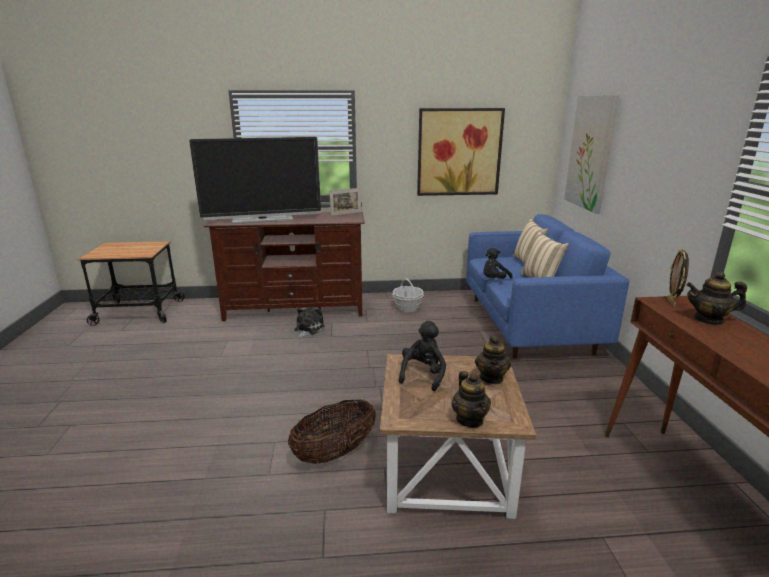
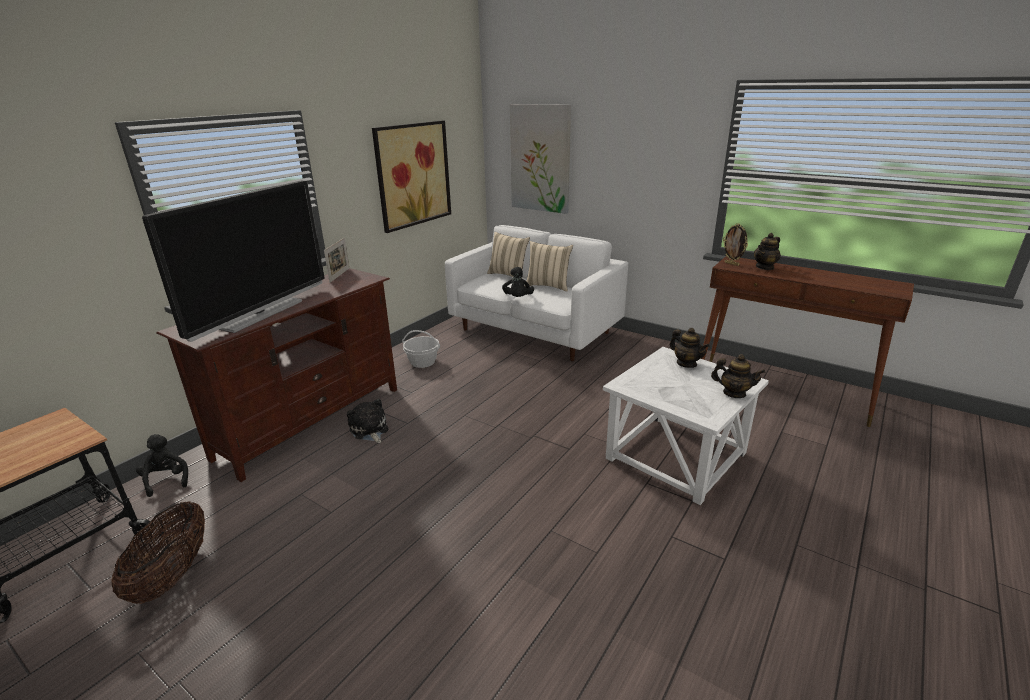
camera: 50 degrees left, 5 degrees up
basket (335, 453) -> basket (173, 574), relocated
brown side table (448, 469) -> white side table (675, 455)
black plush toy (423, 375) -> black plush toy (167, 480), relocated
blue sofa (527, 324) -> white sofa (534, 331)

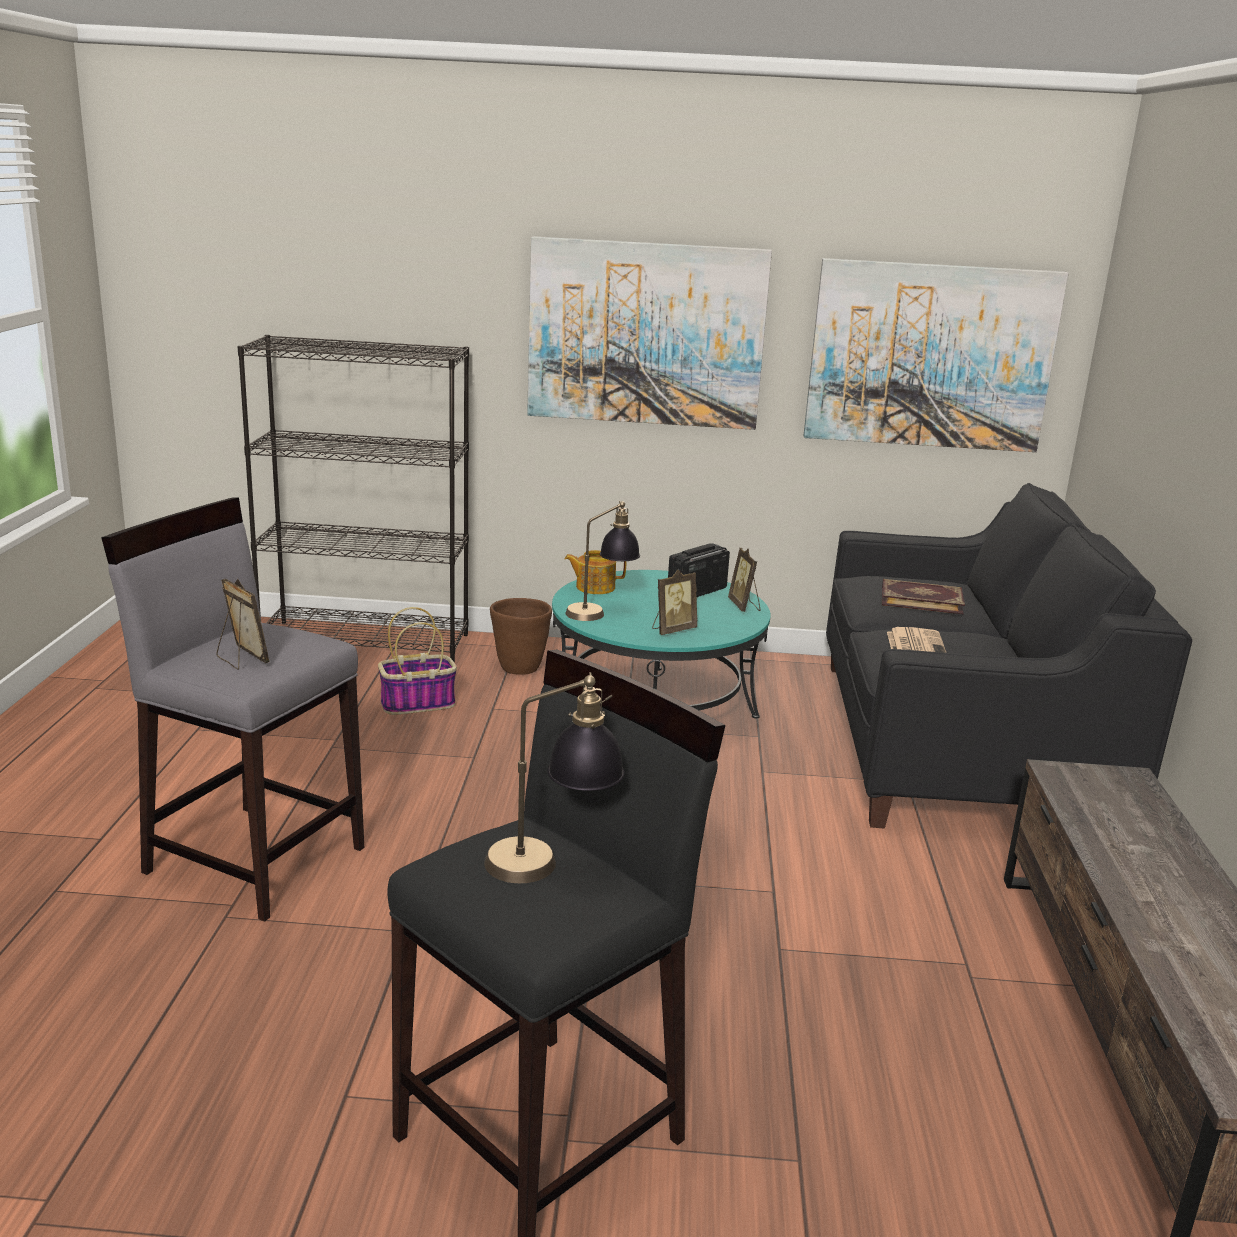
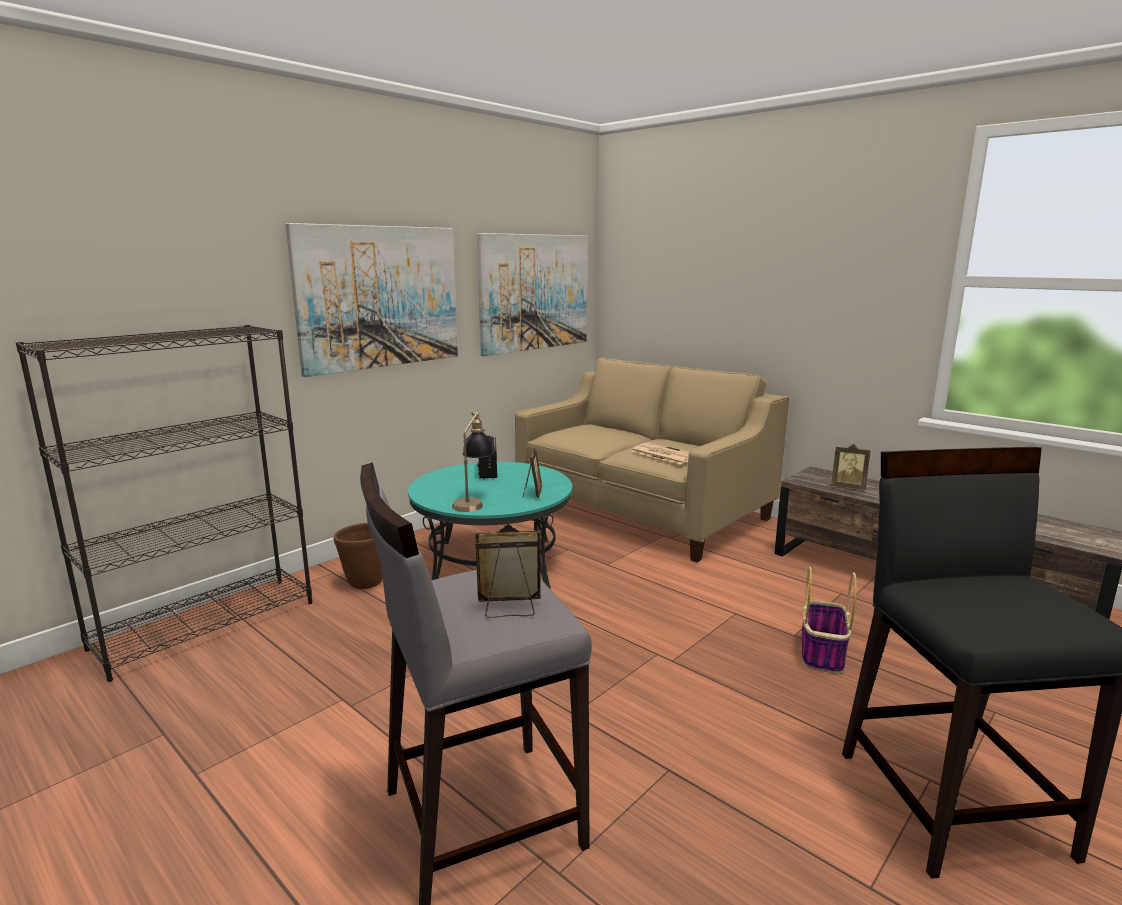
camera: 50 degrees left, 5 degrees down
basket (418, 703) -> basket (822, 653), relocated
table lamp (551, 866) -> none
teapot (594, 587) -> none
picture frame (744, 606) -> picture frame (848, 487), relocated
black sofa (957, 745) -> beige sofa (642, 511)
book (921, 599) -> none

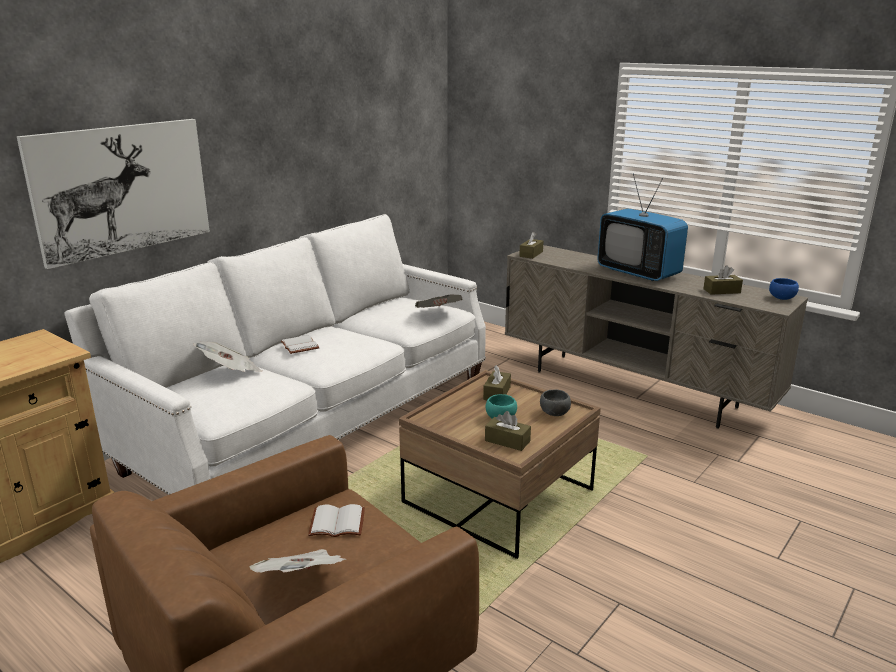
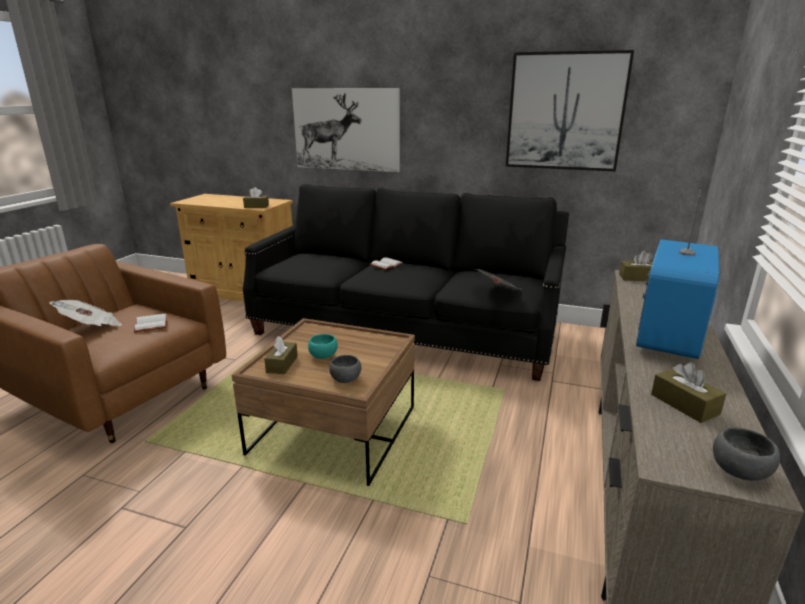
camera: 70 degrees right, 0 degrees up
white sofa (313, 418) -> black sofa (406, 329)
newspaper (230, 372) -> none
brown tissue box (497, 393) -> brown tissue box (256, 206), relocated
blue bowl (781, 298) -> grey bowl (740, 471)
none -> picture (565, 112)

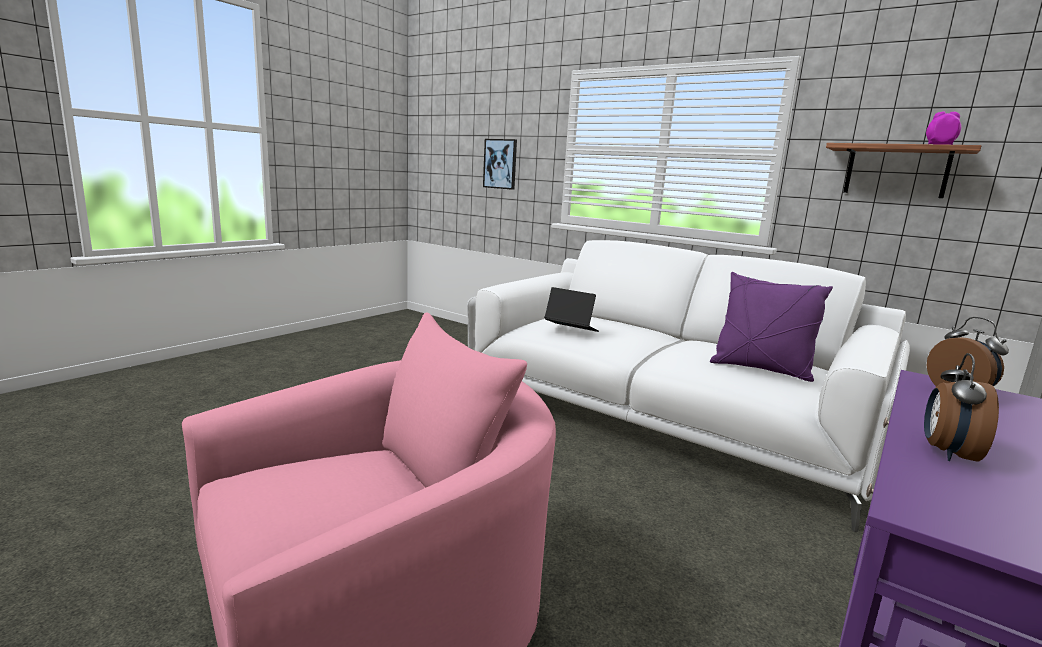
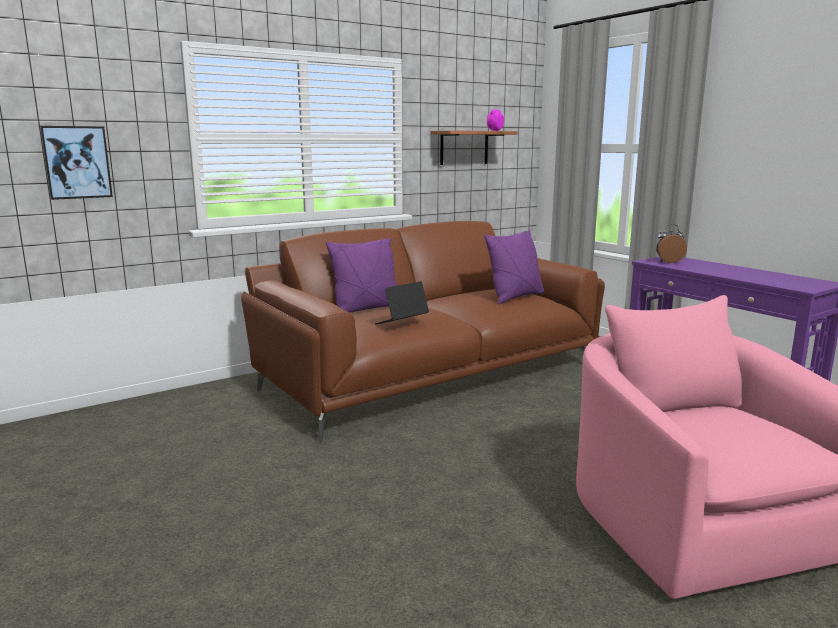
camera: 70 degrees left, 0 degrees up
white sofa (663, 420) -> brown sofa (430, 375)
alarm clock (947, 453) -> none
none -> purple pillow (366, 309)

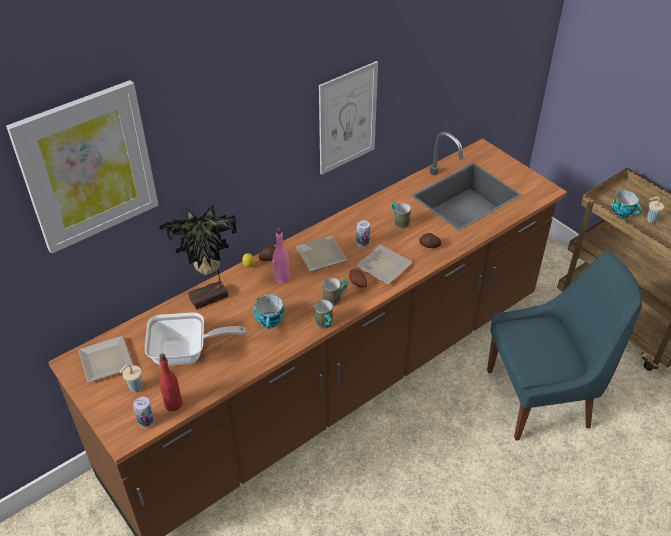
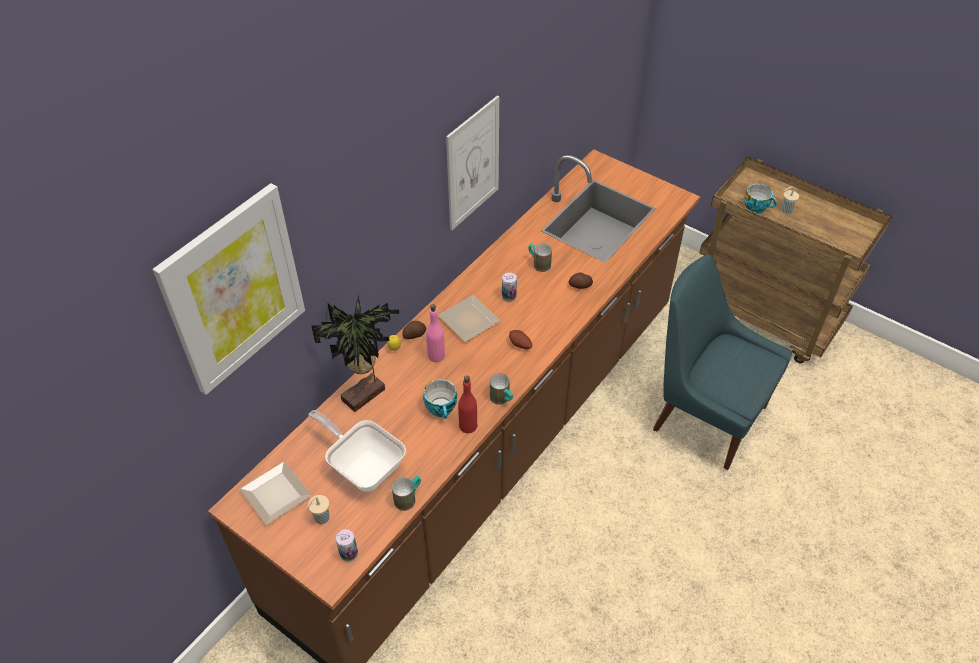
camera: 15 degrees left, 5 degrees up
frying pan (186, 353) -> frying pan (363, 465), 120 degrees counterclockwise
red bottle (173, 404) -> red bottle (468, 425), relocated
mug (335, 298) -> mug (408, 498), relocated
plate (384, 268) -> none
blue chair (542, 398) -> blue chair (705, 415), 120 degrees counterclockwise

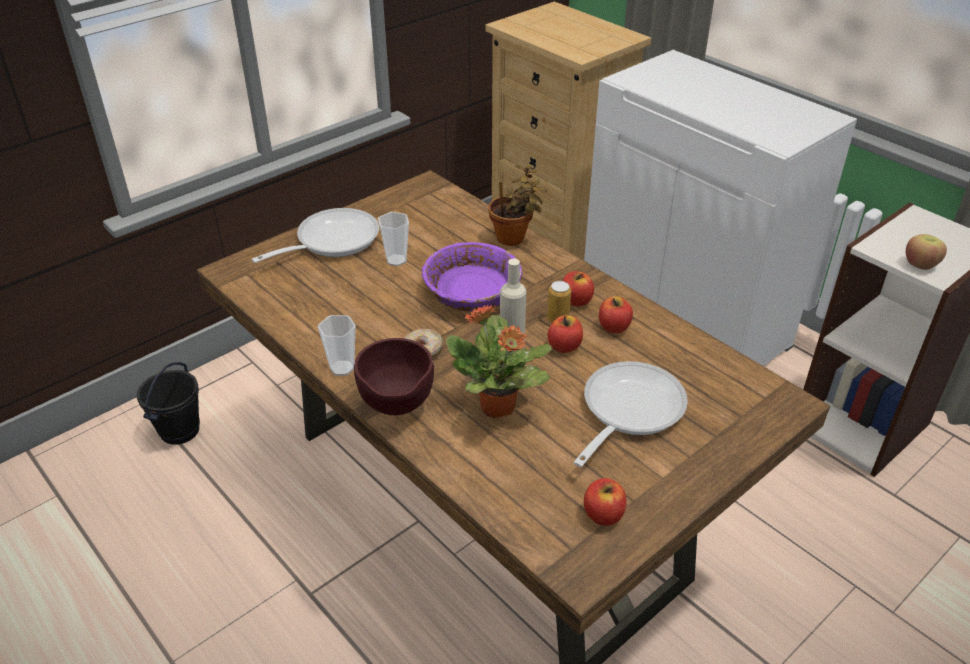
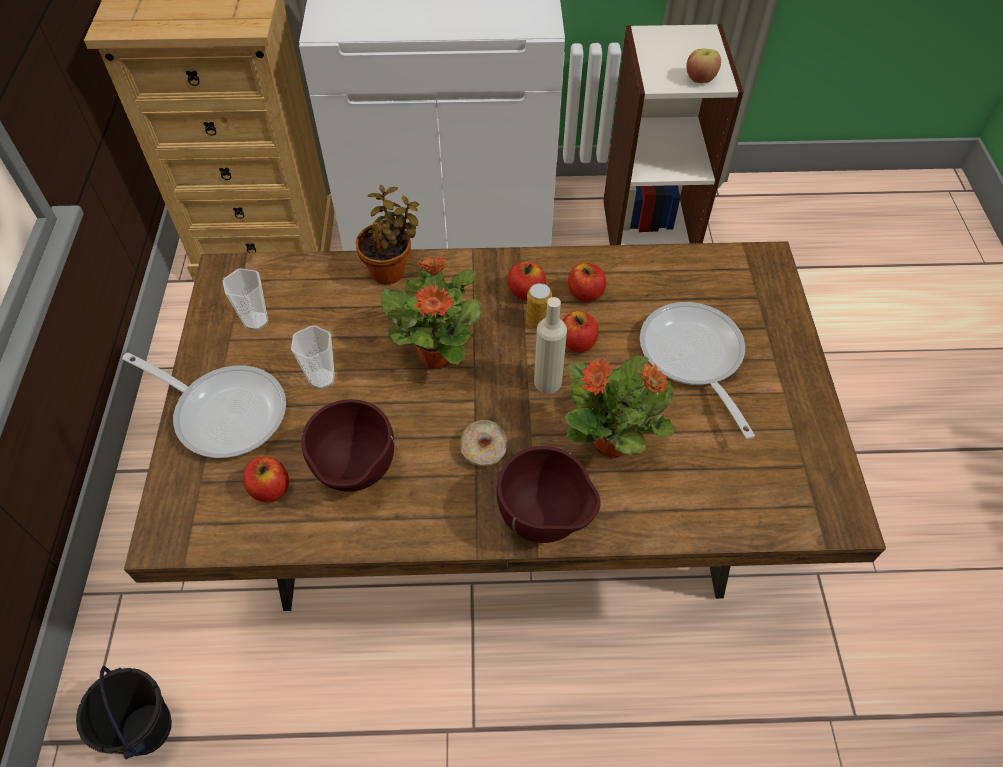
camera: 50 degrees left, 15 degrees up
frying pan (331, 241) -> frying pan (224, 412), 120 degrees clockwise
cup (342, 368) -> cup (256, 321), relocated
purple bowl (472, 292) -> potted plant (437, 354)
apple (603, 514) -> apple (270, 489), relocated
none -> brown bowl (355, 475)

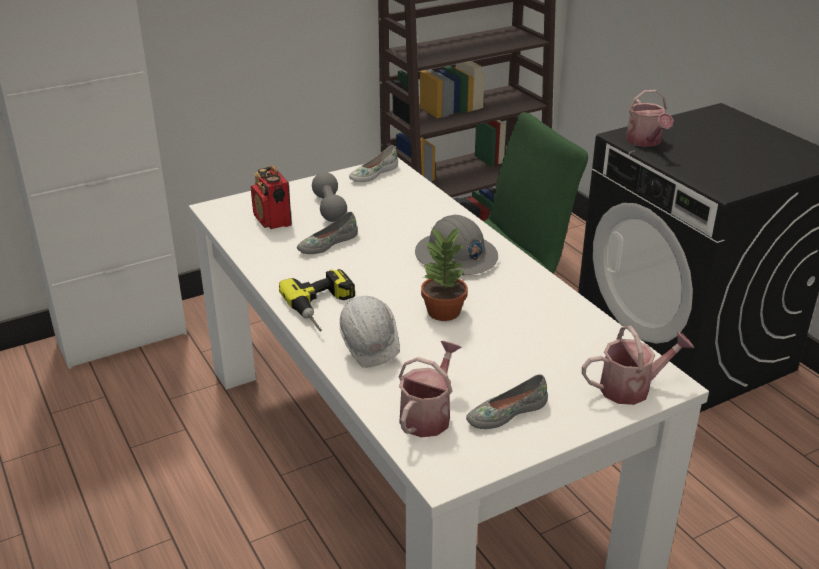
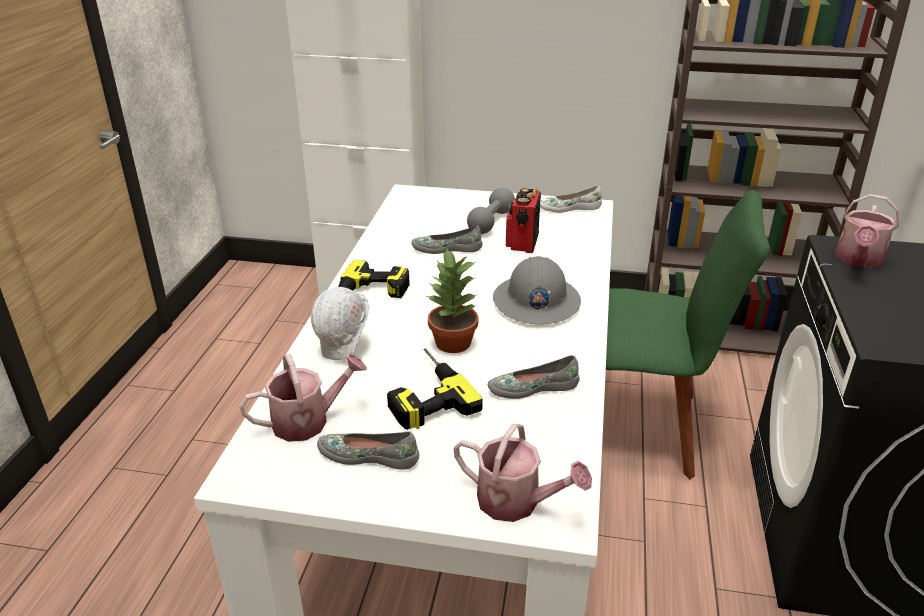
camera: 40 degrees right, 0 degrees up
radio (272, 221) -> radio (522, 243), relocated
none -> power drill (423, 394)
none -> grey shoe (533, 387)

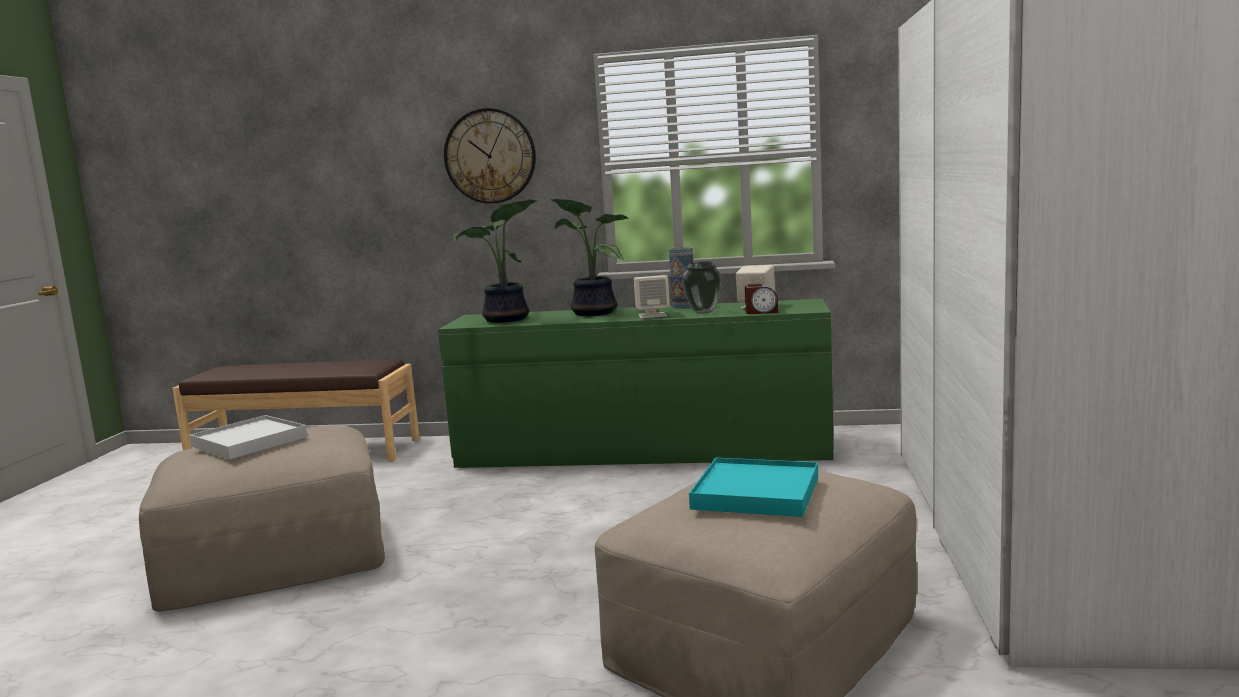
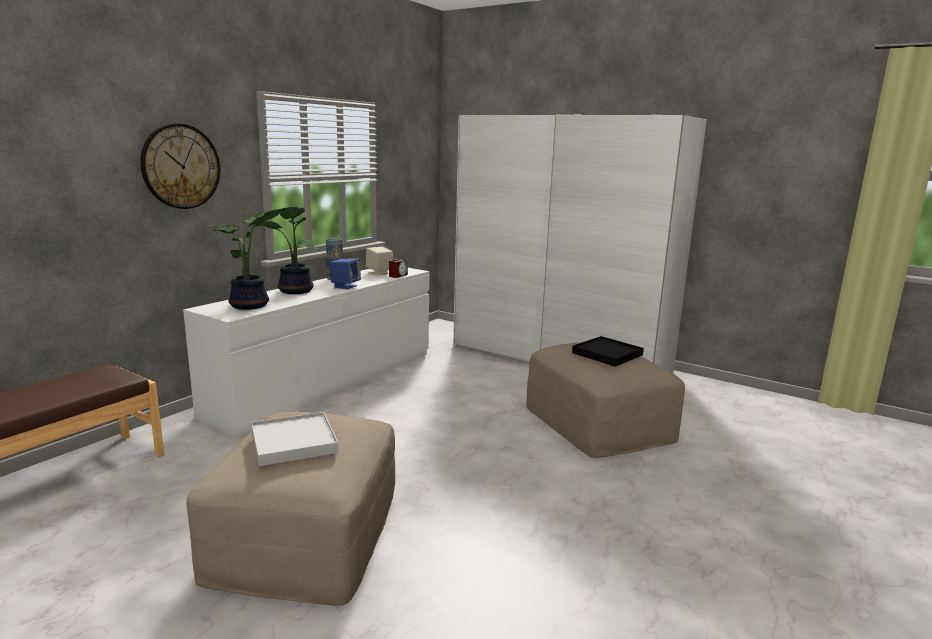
camera: 65 degrees left, 5 degrees up
green dresser (642, 451) -> white dresser (327, 382)
beige speaker (652, 315) -> blue speaker (345, 286)
vase (704, 312) -> none
turquoise tray (756, 493) -> black tray (607, 354)

